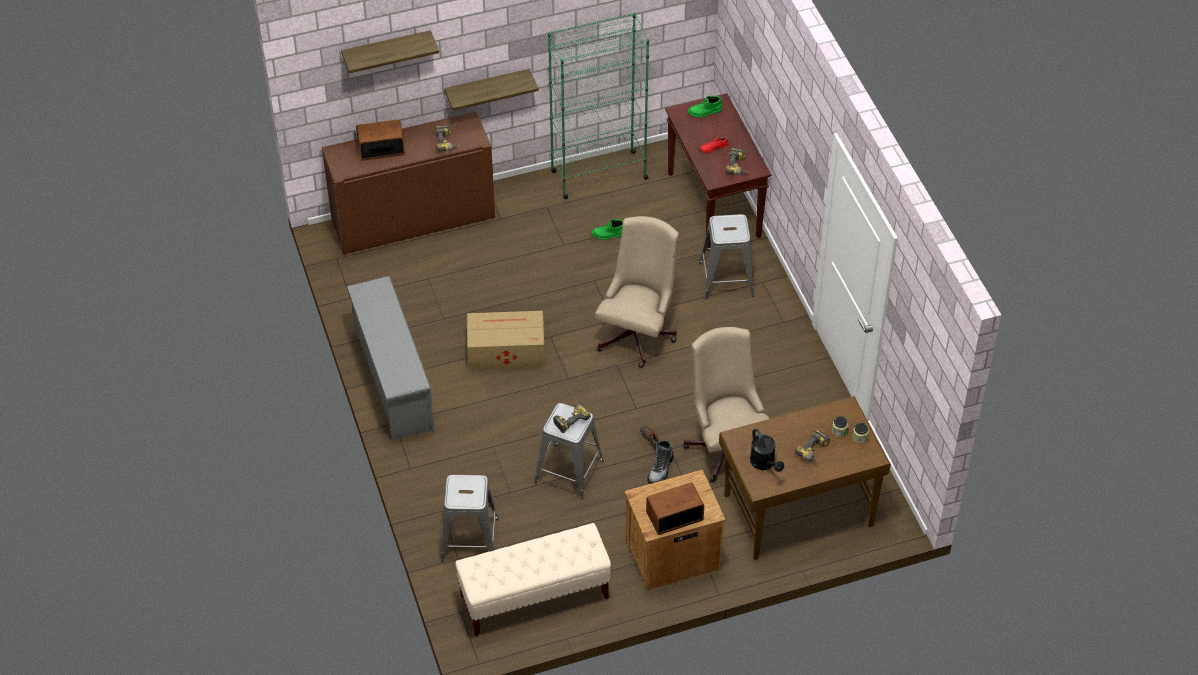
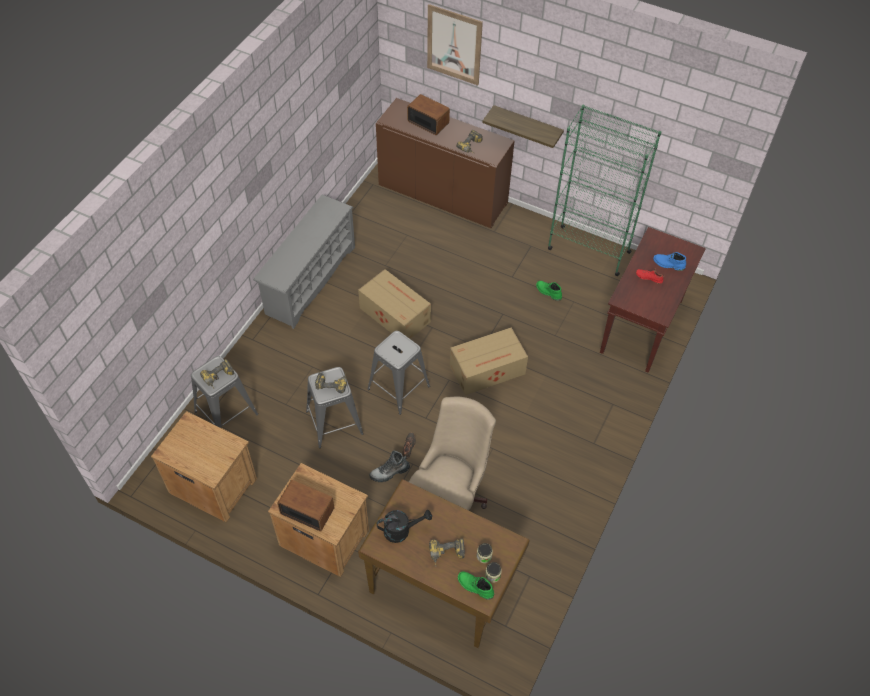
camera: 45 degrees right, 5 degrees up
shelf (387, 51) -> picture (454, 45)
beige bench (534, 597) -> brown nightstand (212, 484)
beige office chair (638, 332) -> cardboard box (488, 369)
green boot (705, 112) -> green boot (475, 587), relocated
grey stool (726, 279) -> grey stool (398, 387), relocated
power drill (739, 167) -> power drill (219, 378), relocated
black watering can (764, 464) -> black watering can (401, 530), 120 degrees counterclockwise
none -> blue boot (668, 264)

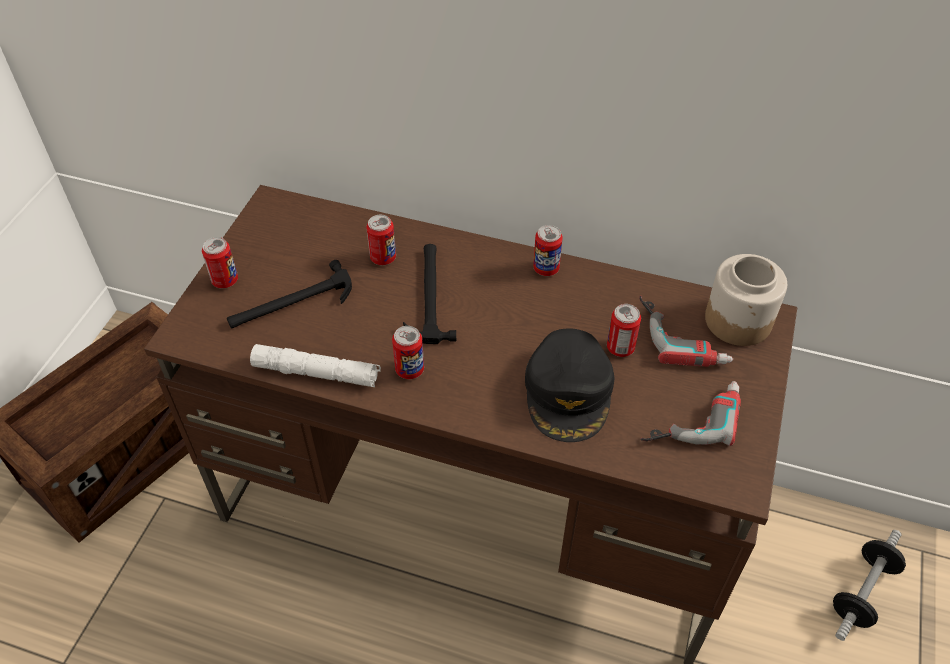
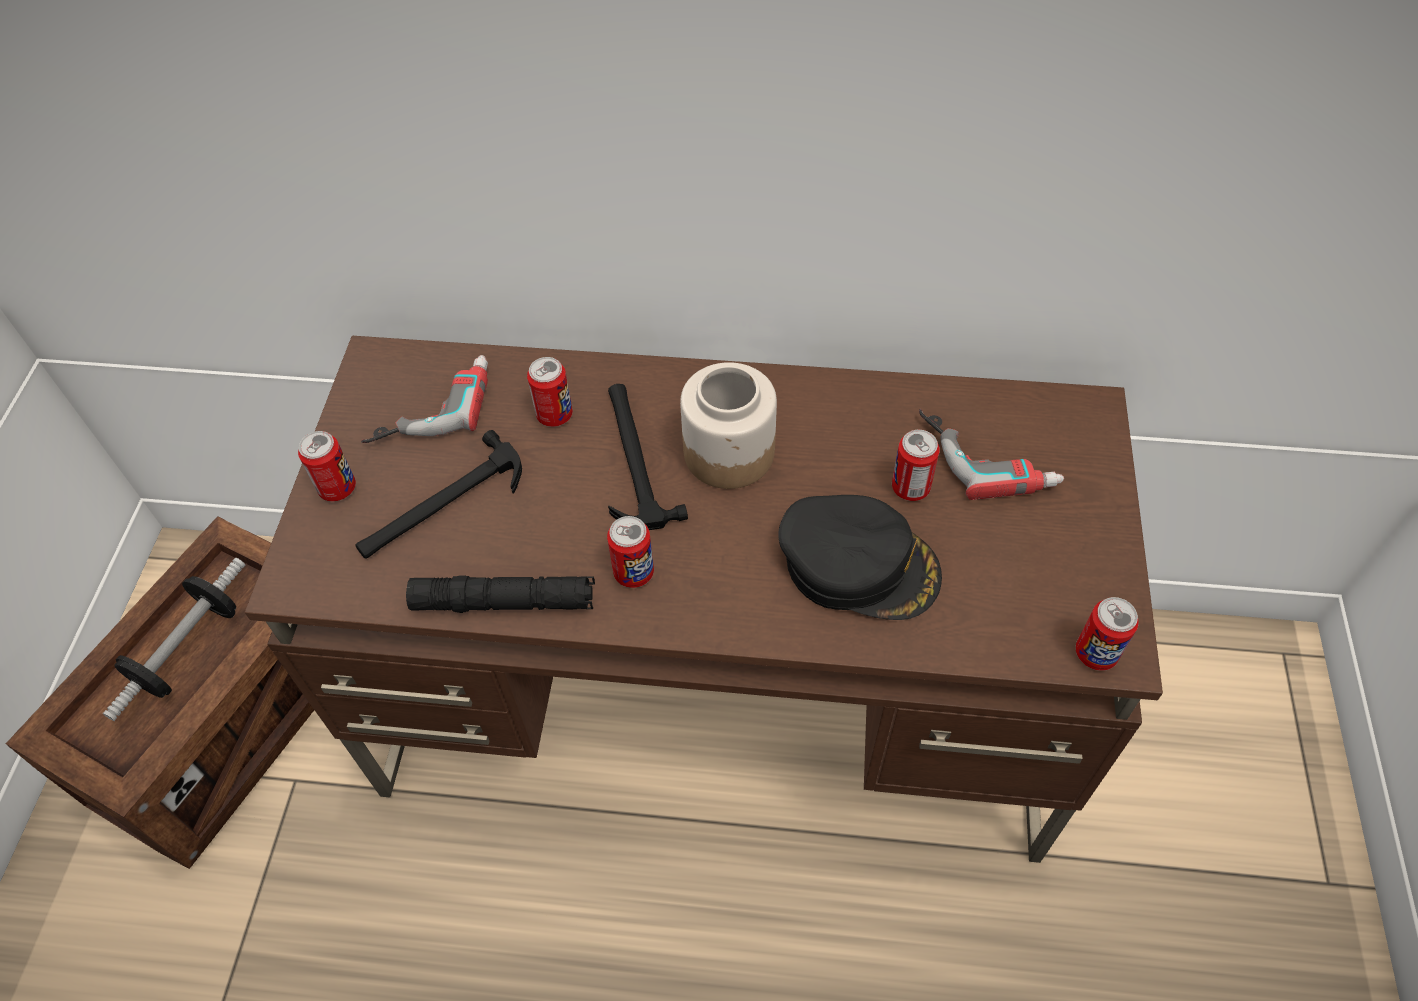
camera: 10 degrees left, 5 degrees up
white flashlight (316, 373) -> black flashlight (504, 602)
black cap (569, 392) -> black cap (859, 563), 60 degrees counterclockwise
can (546, 268) -> can (1096, 653), relocated
power drill (690, 416) -> power drill (430, 405), relocated
jar (738, 320) -> jar (730, 452), relocated
dumbbell (862, 592) -> dumbbell (188, 650), relocated

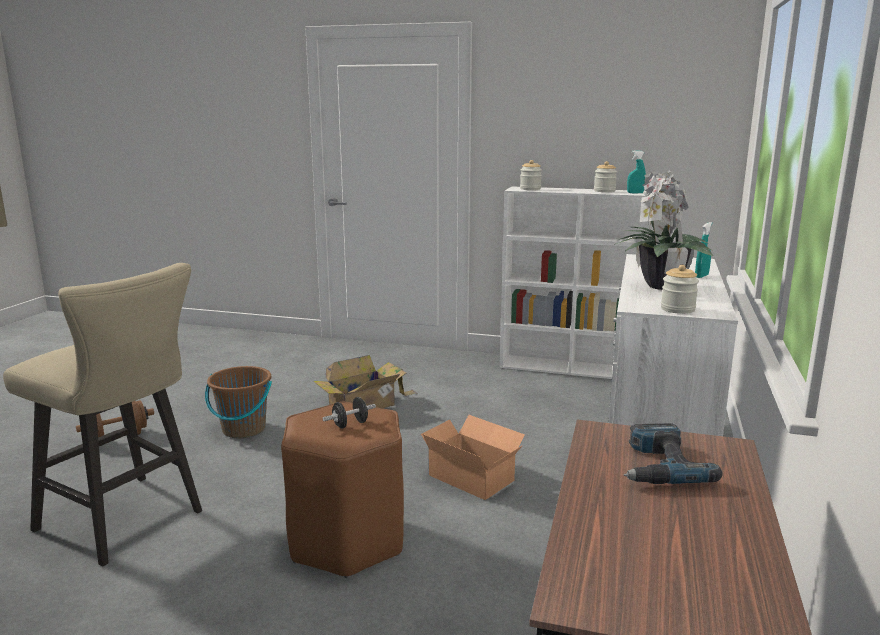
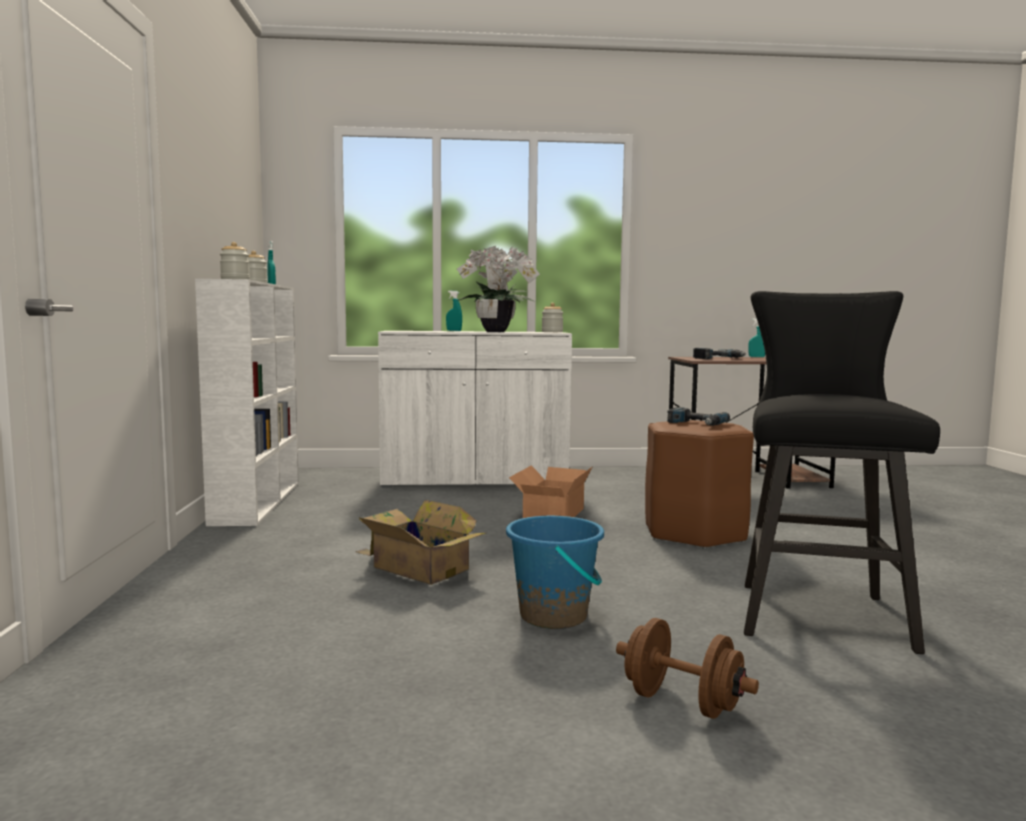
camera: 110 degrees left, 10 degrees down
beige stool (128, 523) -> black stool (817, 611)
brown bucket (243, 429) -> blue bucket (554, 615)
black dumbbell (350, 424) -> power drill (695, 424)
none -> turquoise spray bottle (756, 357)

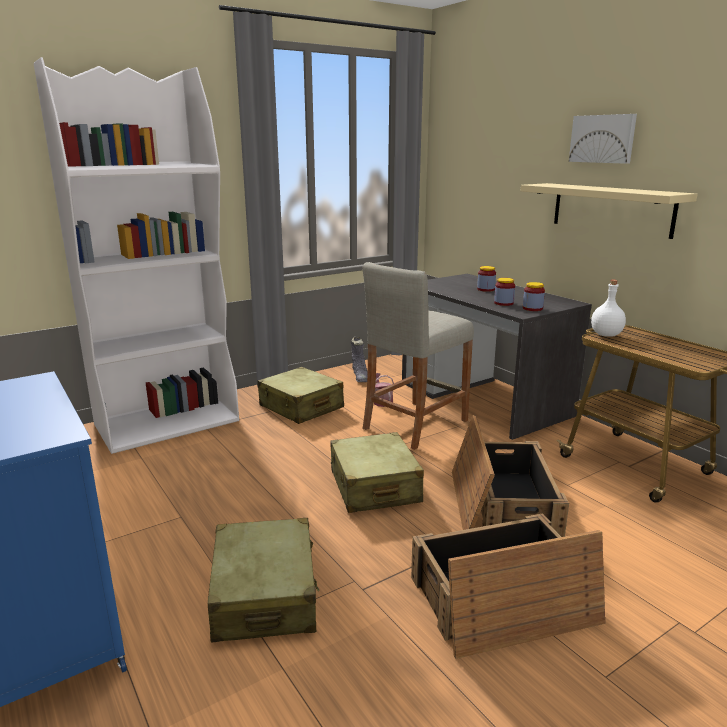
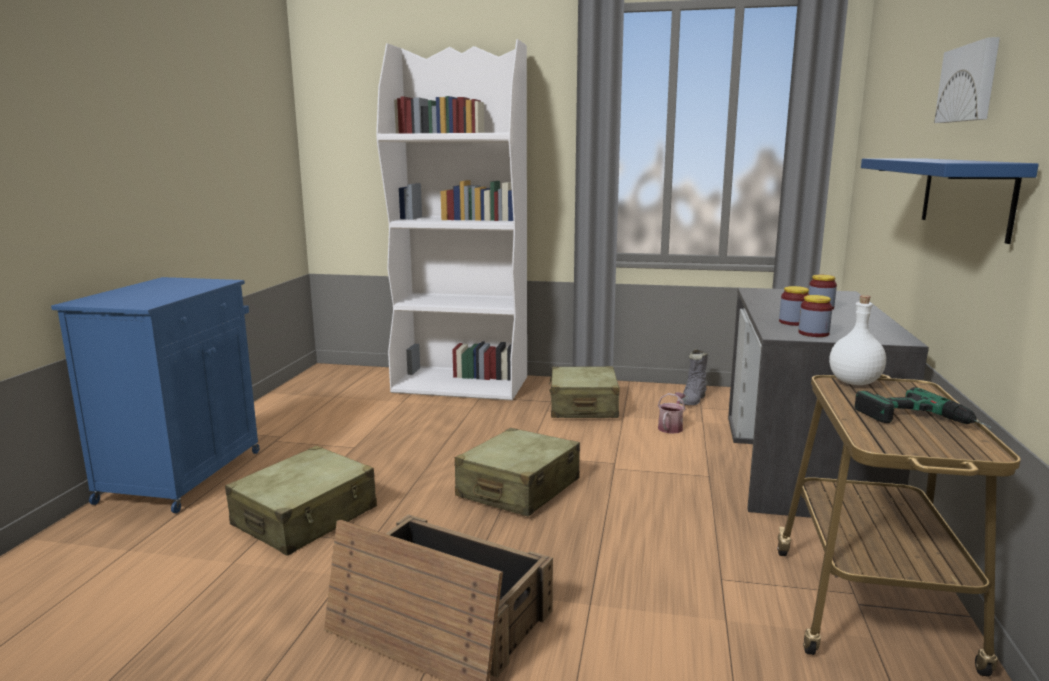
camera: 45 degrees right, 5 degrees down
beige stool (415, 424) -> none
crate (500, 504) -> none
beige shelf (611, 209) -> blue shelf (966, 195)
none -> power drill (922, 421)

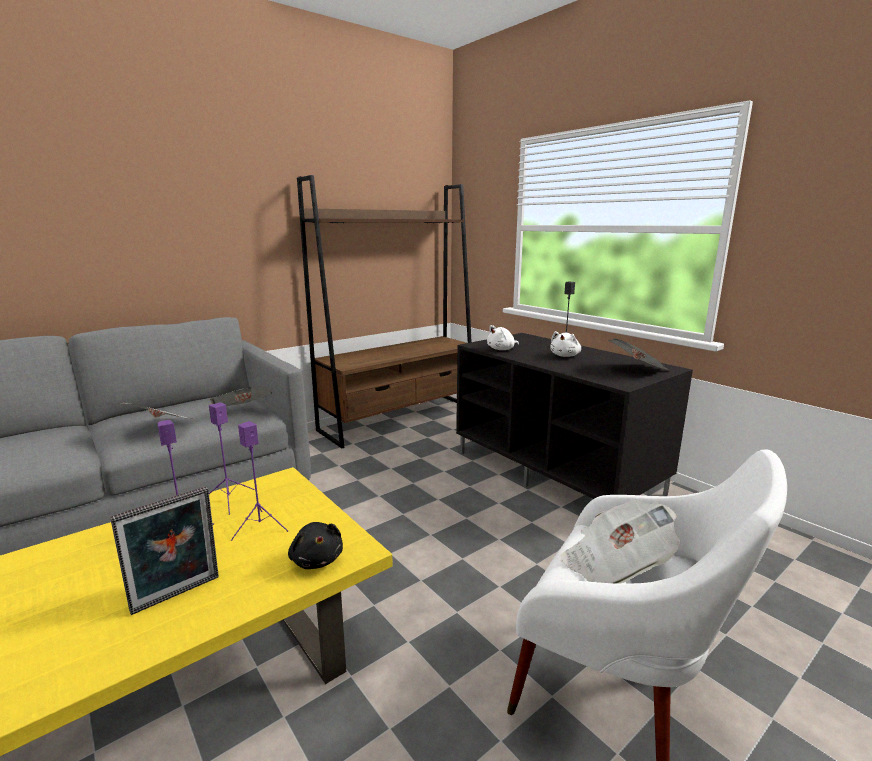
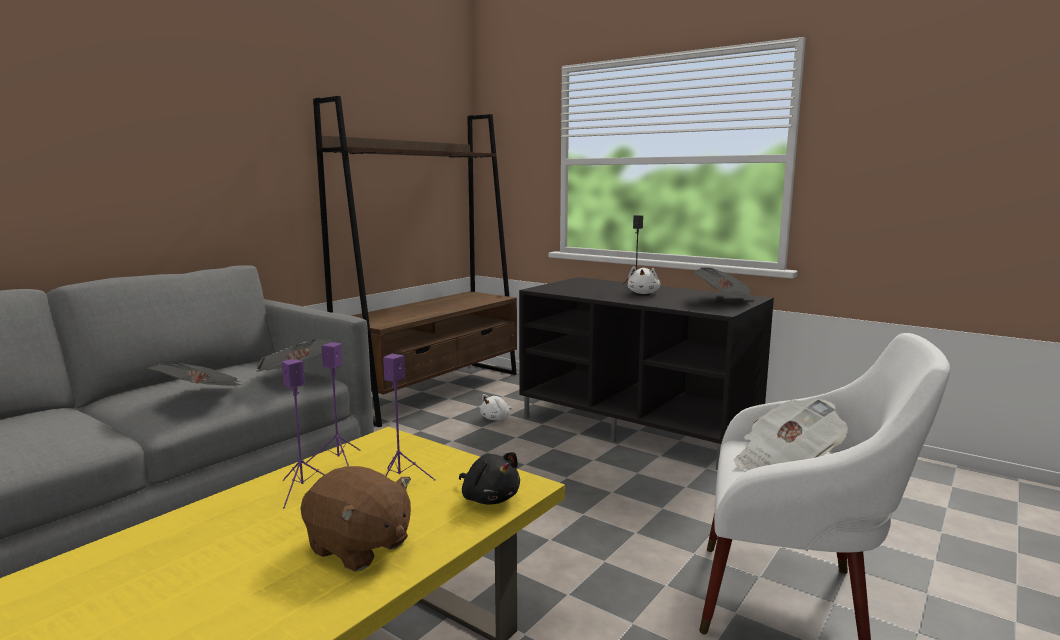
camera: 15 degrees left, 5 degrees down
picture frame (177, 596) -> brown plush toy (359, 547)
white plush toy (502, 349) -> white plush toy (496, 418), relocated

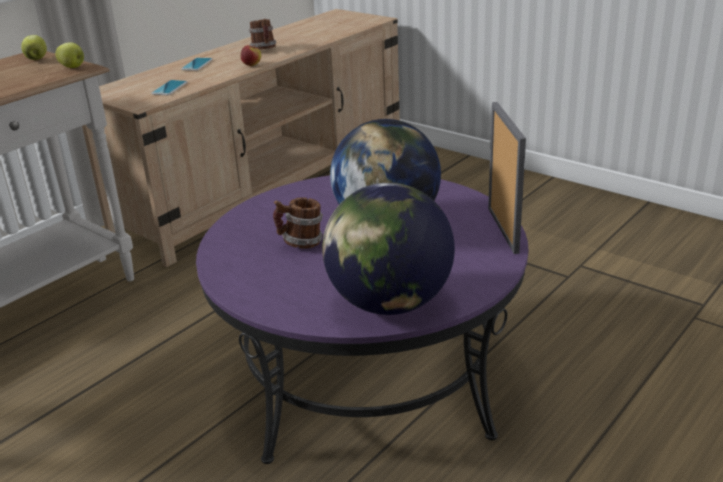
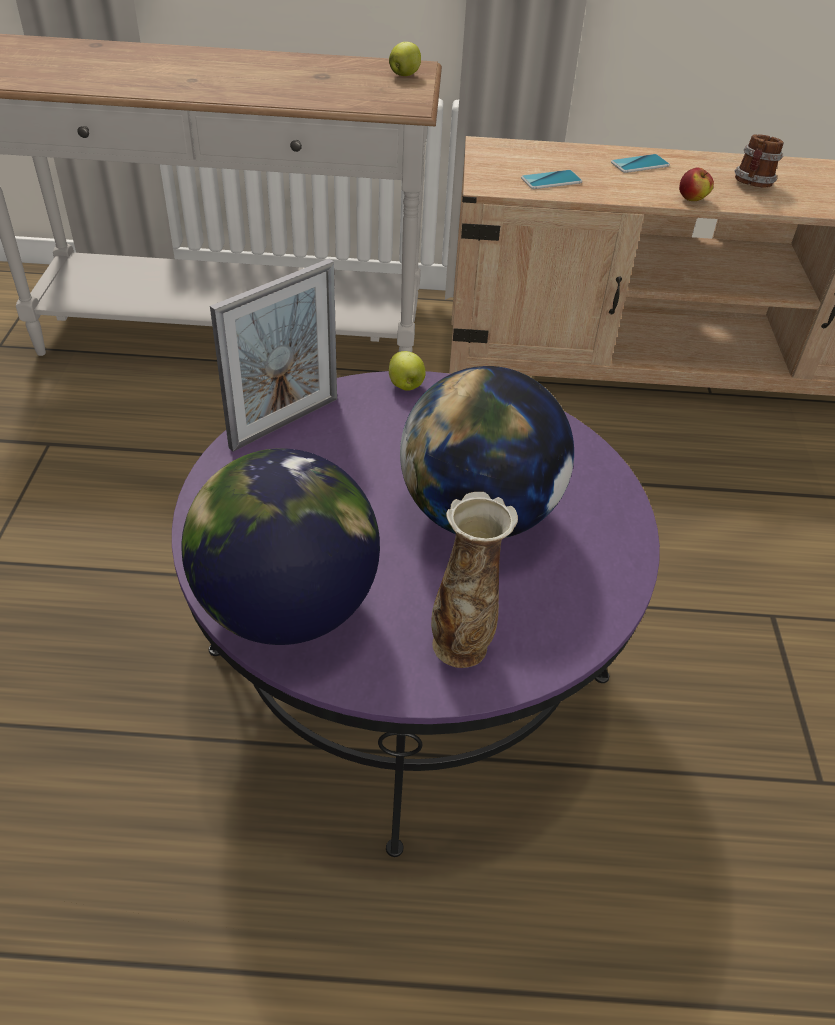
camera: 50 degrees right, 15 degrees up
apple (73, 67) -> apple (406, 386), relocated
mug (300, 243) -> none
picture frame (503, 230) -> picture frame (284, 423), relocated
none -> vase (462, 646)

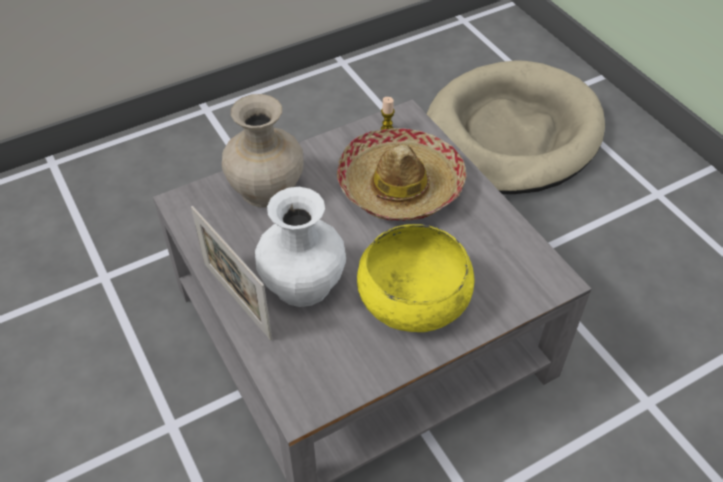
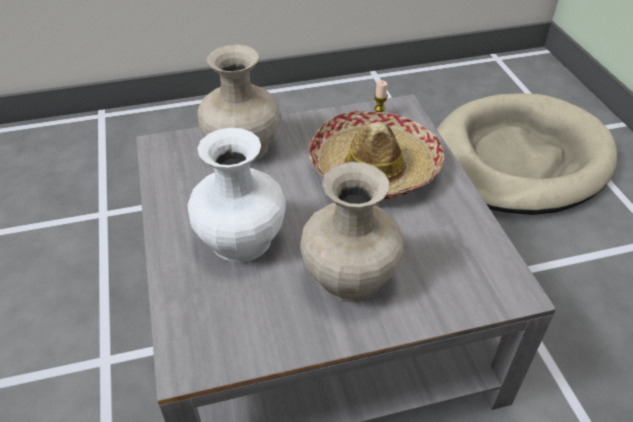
camera: 15 degrees right, 5 degrees down
picture frame (237, 300) -> none
yellow bowl (414, 296) -> beige vase (351, 276)

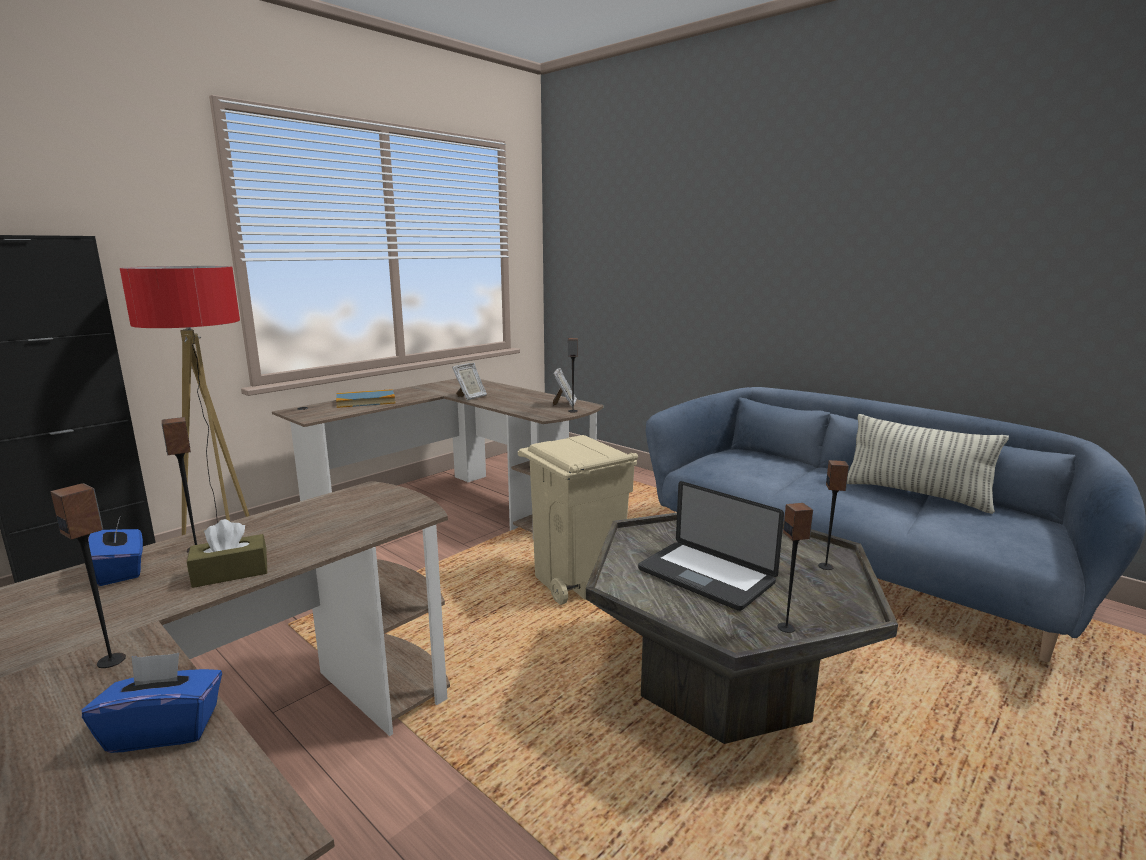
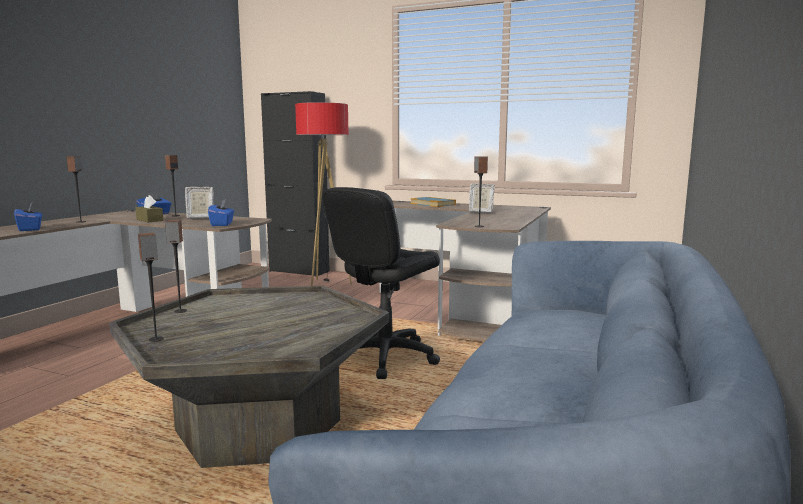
camera: 70 degrees right, 5 degrees down
beige trash can (577, 581) -> black office chair (384, 357)
picture frame (565, 404) -> picture frame (200, 218), relocated
laptop (705, 576) -> none
speaker (826, 566) -> speaker (180, 311), relocated
pillow (915, 494) -> none
none -> blue tissue box (222, 224)

